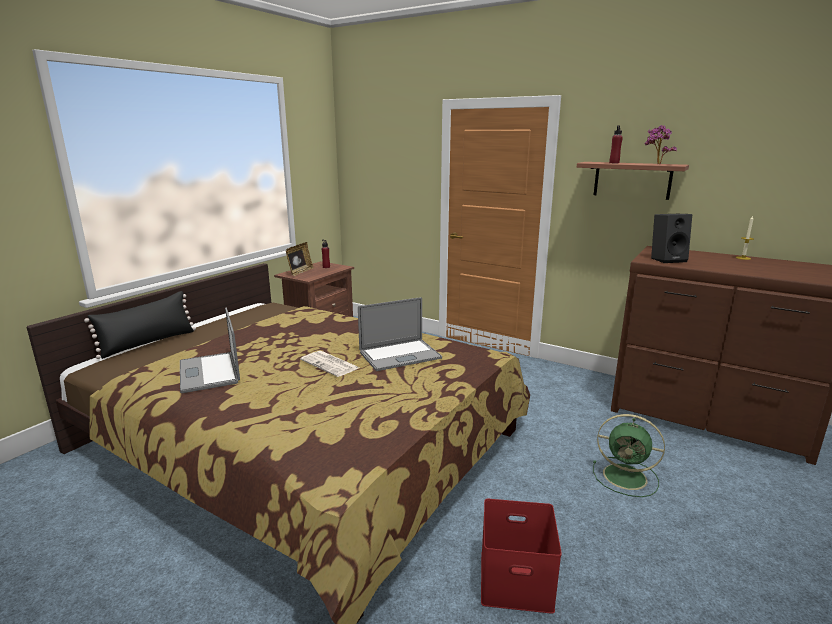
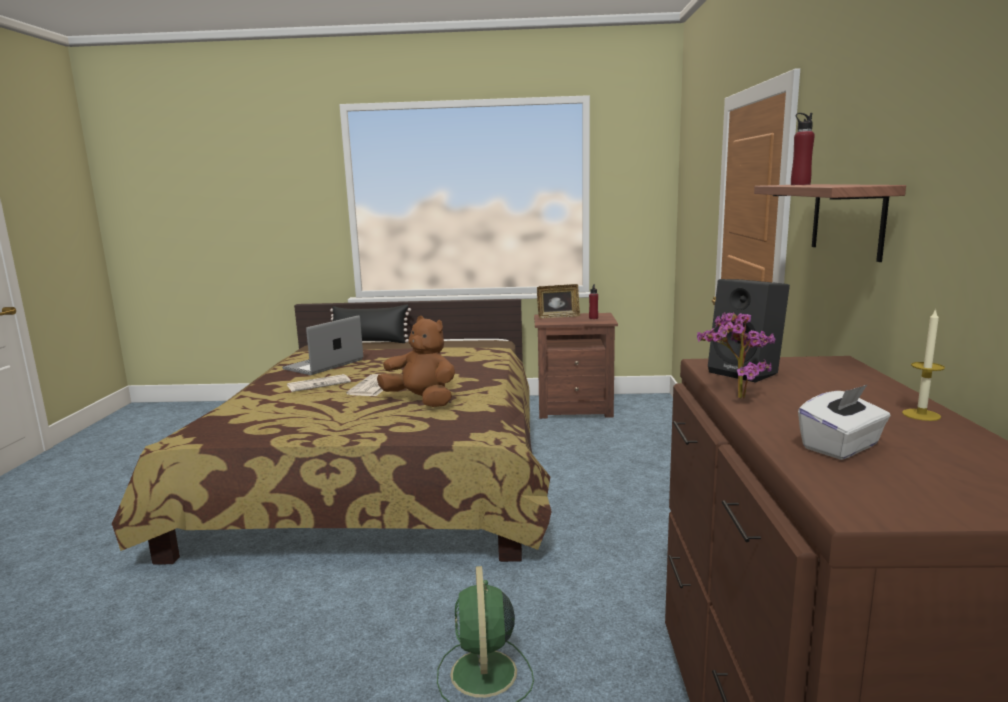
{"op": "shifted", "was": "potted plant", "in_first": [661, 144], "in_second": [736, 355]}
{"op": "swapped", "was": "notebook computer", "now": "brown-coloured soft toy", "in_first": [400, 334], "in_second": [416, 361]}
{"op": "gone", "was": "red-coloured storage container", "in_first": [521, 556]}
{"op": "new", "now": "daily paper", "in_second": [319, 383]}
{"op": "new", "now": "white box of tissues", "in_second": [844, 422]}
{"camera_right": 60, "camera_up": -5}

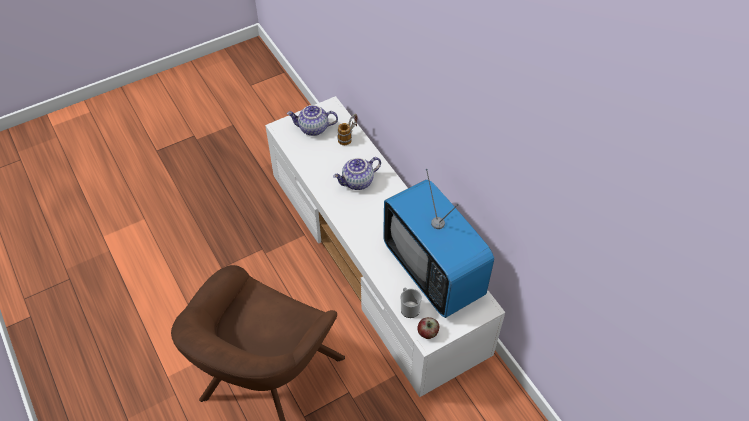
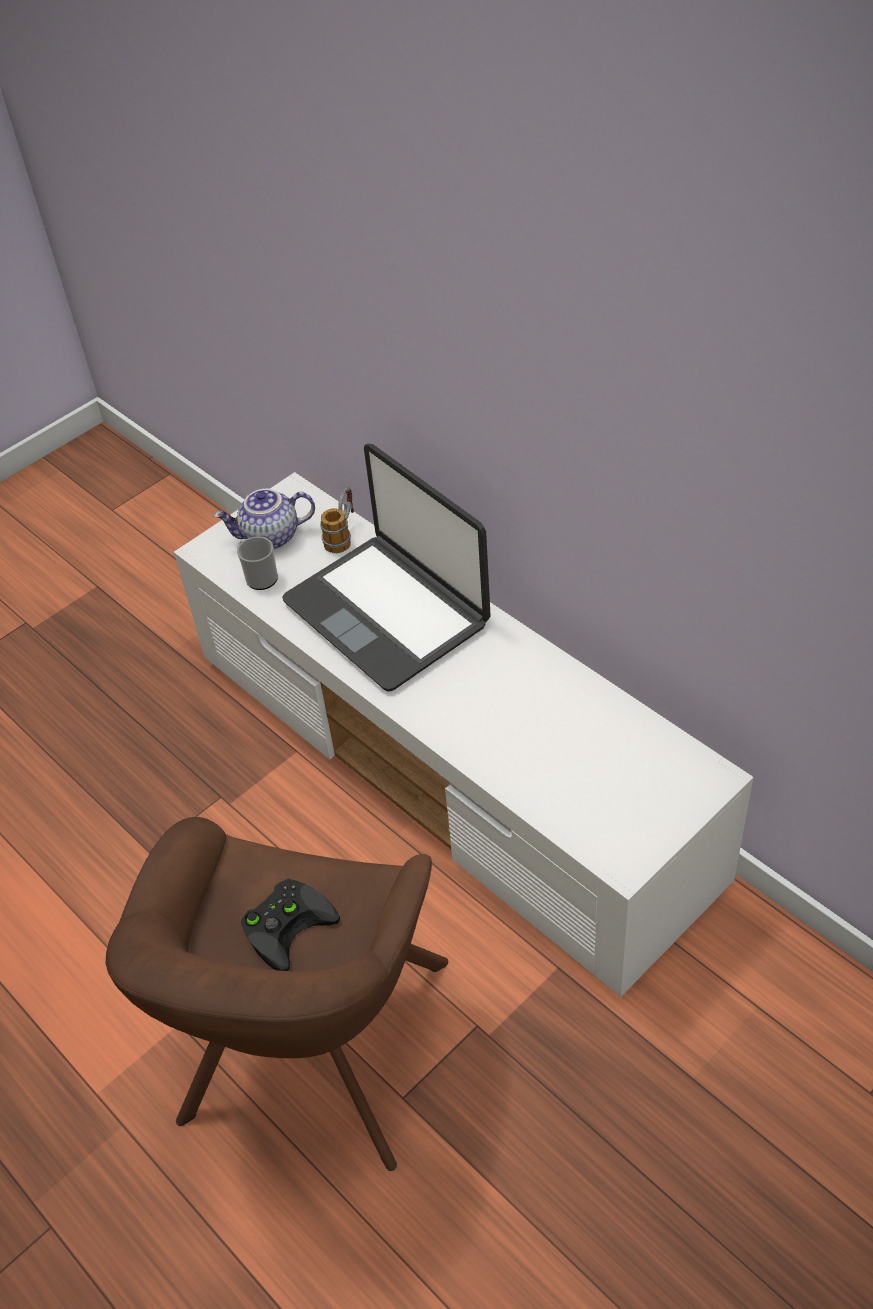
{"op": "swapped", "was": "tea pot", "now": "notebook computer", "in_first": [357, 173], "in_second": [386, 568]}
{"op": "gone", "was": "television", "in_first": [438, 243]}
{"op": "shifted", "was": "mug", "in_first": [411, 302], "in_second": [257, 563]}
{"op": "gone", "was": "apple", "in_first": [428, 328]}
{"op": "new", "now": "black-coloured joypad", "in_second": [290, 925]}
{"camera_right": -10, "camera_up": -5}

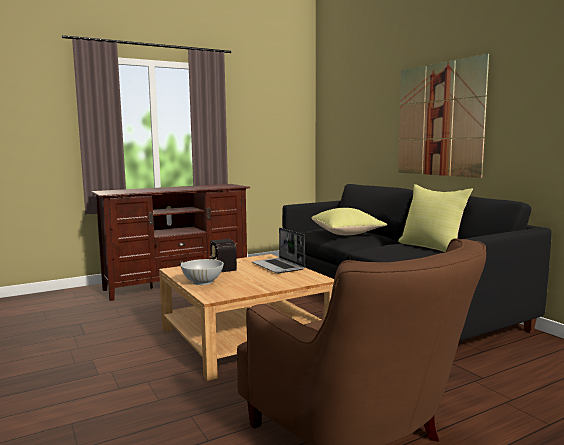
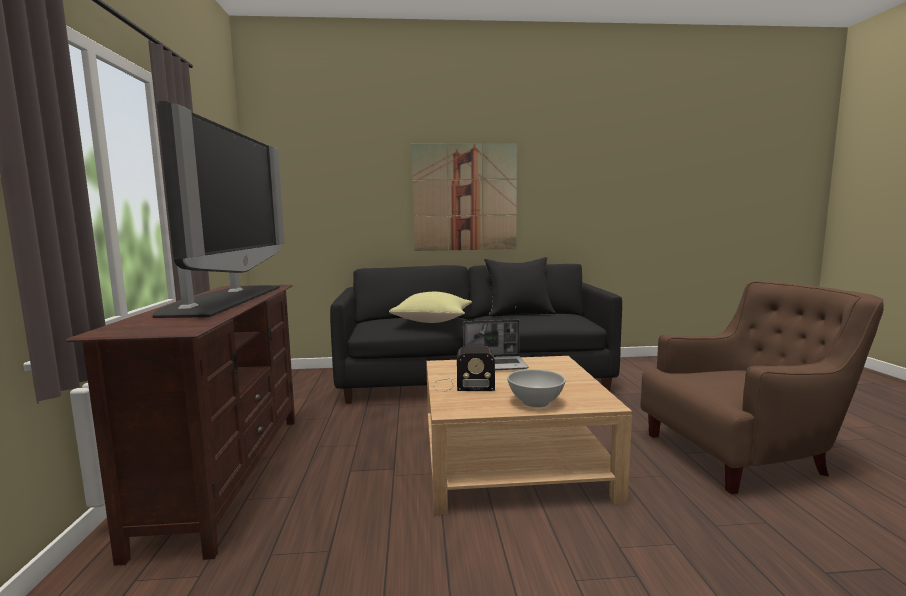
{"op": "repainted", "was": "yellow-coloured throw pillow", "now": "black-coloured throw pillow", "in_first": [435, 218], "in_second": [520, 287]}
{"op": "new", "now": "television", "in_second": [219, 209]}
{"camera_right": -65, "camera_up": 0}

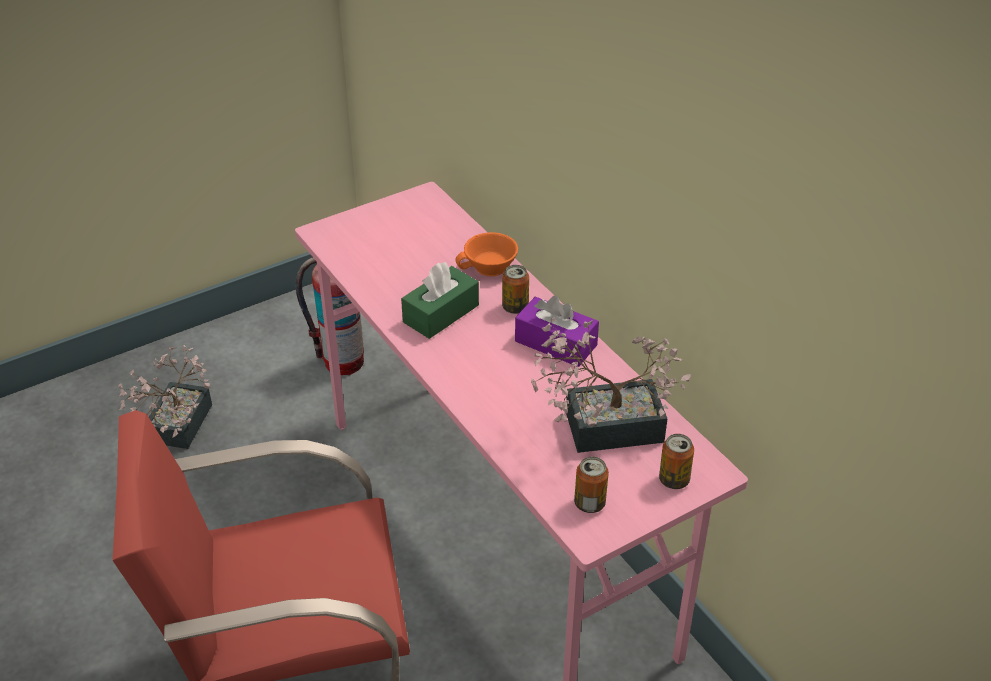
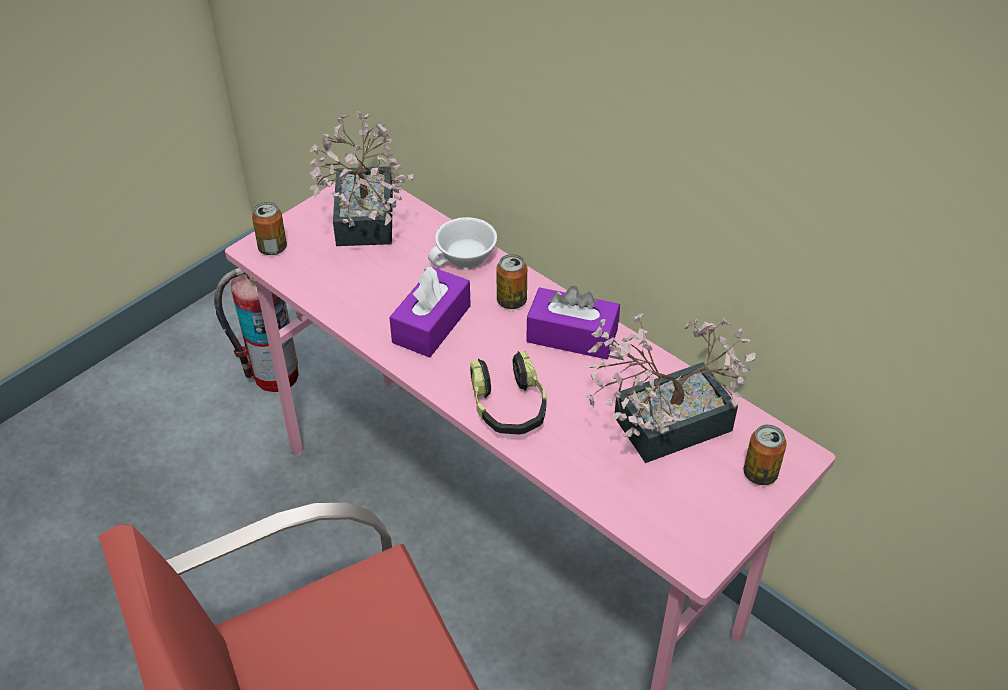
{"op": "repainted", "was": "orangey cup", "now": "white cup", "in_first": [486, 254], "in_second": [462, 243]}
{"op": "repainted", "was": "green box of tissues", "now": "purple-coloured box of tissues", "in_first": [440, 300], "in_second": [430, 311]}
{"op": "shifted", "was": "potted plant", "in_first": [165, 397], "in_second": [361, 178]}
{"op": "shifted", "was": "metal can", "in_first": [591, 485], "in_second": [269, 228]}
{"op": "new", "now": "headset", "in_second": [508, 392]}
{"camera_right": -15, "camera_up": 5}

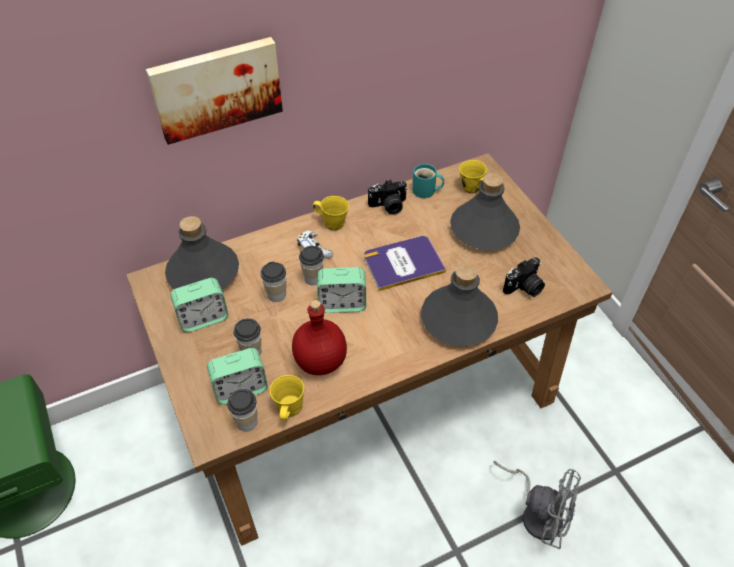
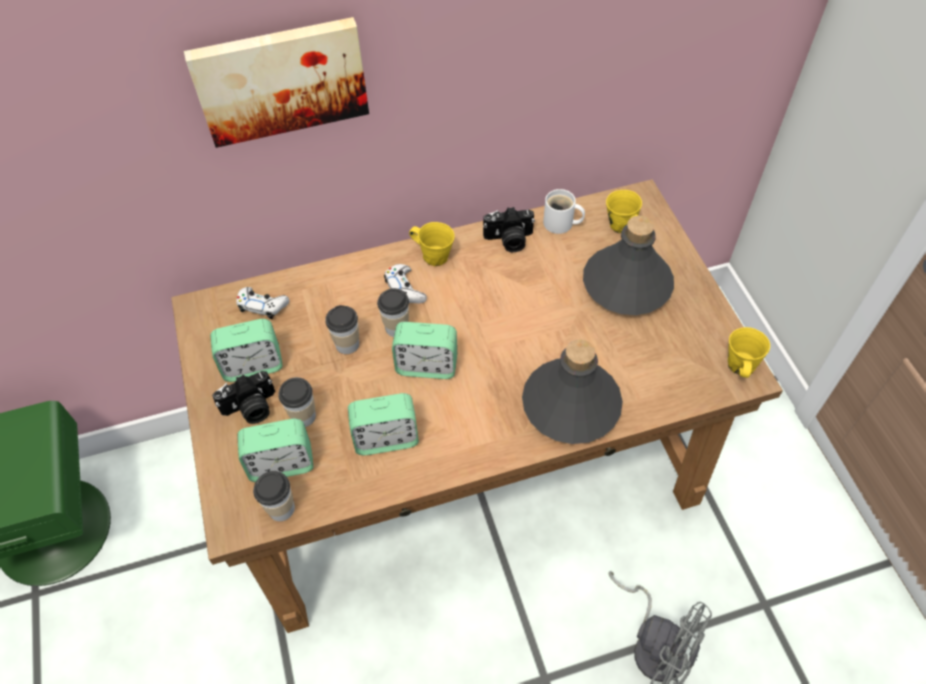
{"op": "repainted", "was": "turquoise-coloured mug", "now": "white mug", "in_first": [428, 181], "in_second": [564, 211]}
{"op": "swapped", "was": "grey drink bottle", "now": "white joypad", "in_first": [202, 253], "in_second": [262, 303]}
{"op": "gone", "was": "bound book", "in_first": [405, 263]}
{"op": "shifted", "was": "photo camera", "in_first": [524, 277], "in_second": [243, 397]}
{"op": "swapped", "was": "red-coloured drink bottle", "now": "alarm clock", "in_first": [319, 337], "in_second": [383, 424]}
{"op": "shifted", "was": "yellow-coloured mug", "in_first": [287, 397], "in_second": [749, 352]}
{"camera_right": 10, "camera_up": 5}

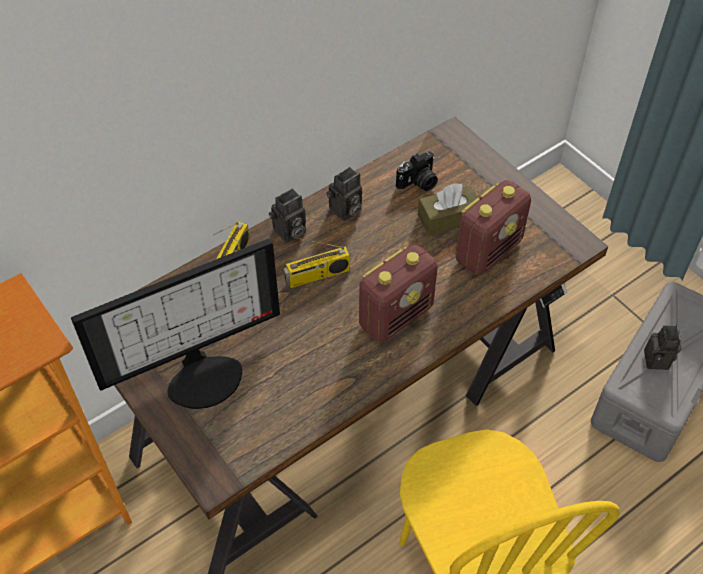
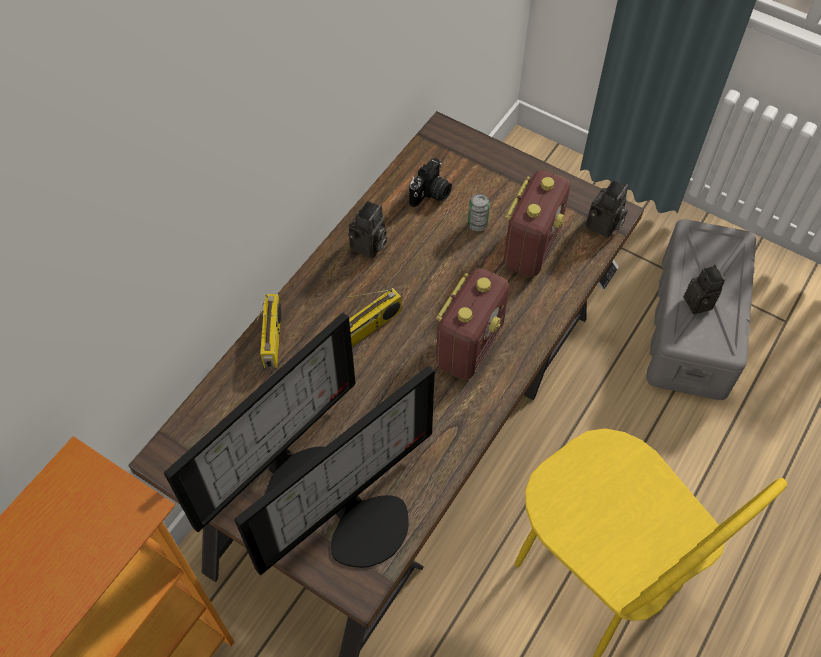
{"op": "swapped", "was": "brown-coloured box of tissues", "now": "metal can", "in_first": [447, 209], "in_second": [479, 212]}
{"op": "shifted", "was": "photo camera", "in_first": [287, 216], "in_second": [607, 209]}
{"op": "new", "now": "computer display", "in_second": [334, 470]}
{"camera_right": -20, "camera_up": 5}

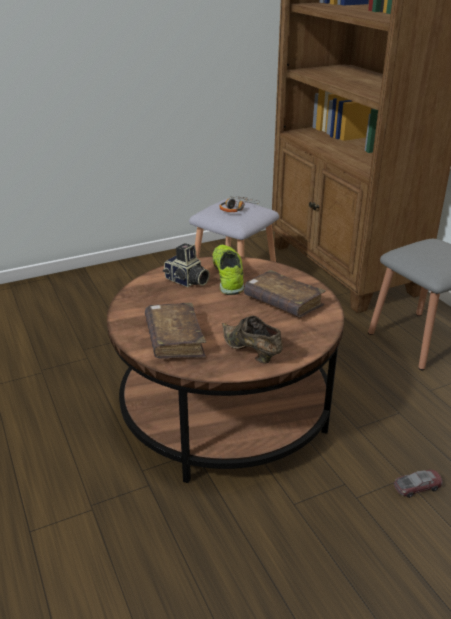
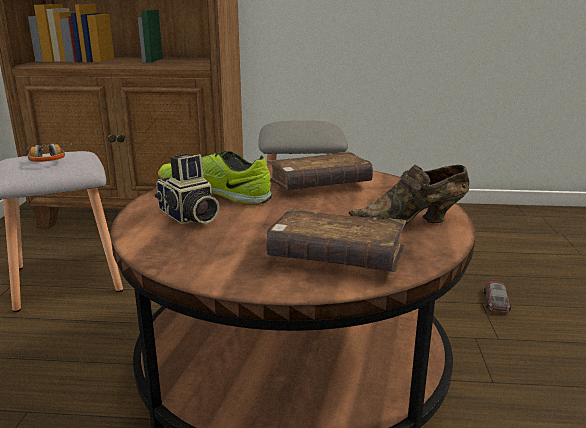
{"op": "rotated", "was": "photo camera", "in_first": [186, 265], "in_second": [187, 188], "clockwise": 75}
{"camera_right": -60, "camera_up": -10}

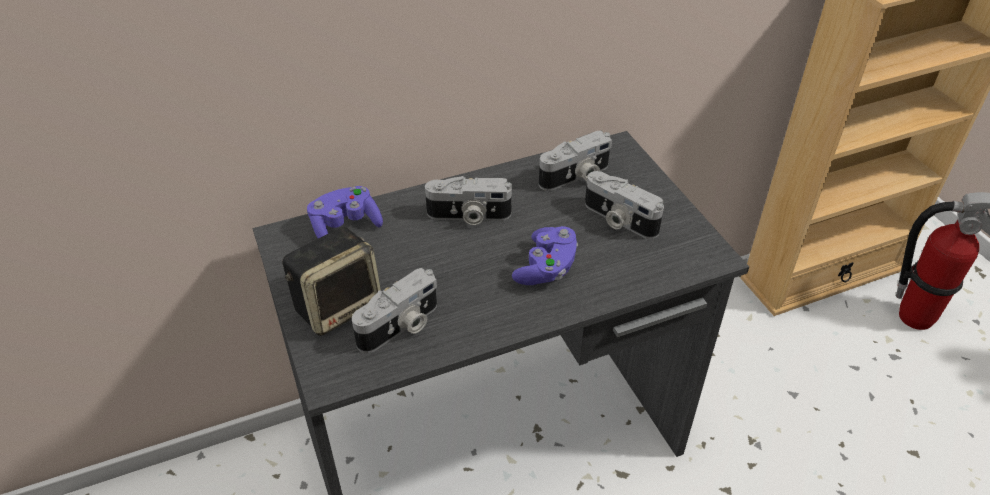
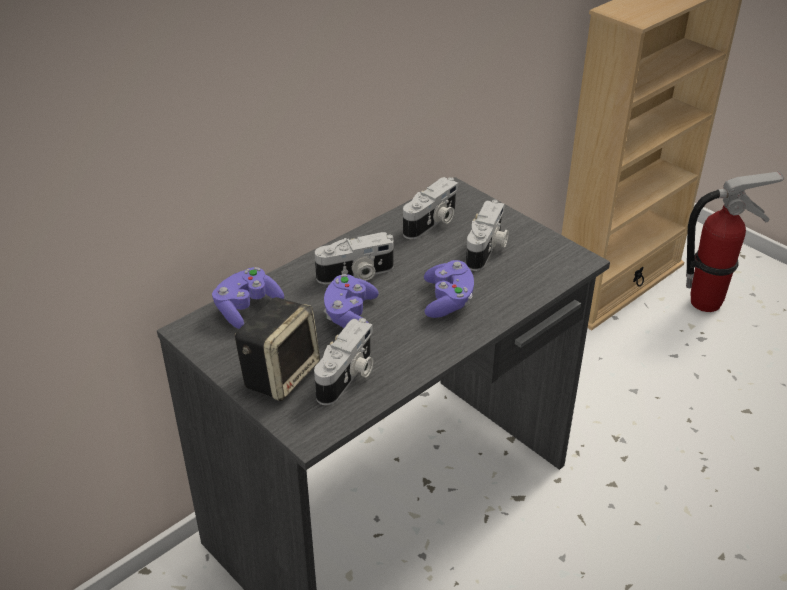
{"op": "rotated", "was": "photo camera", "in_first": [624, 205], "in_second": [487, 235], "clockwise": -90}
{"op": "new", "now": "purple-coloured joypad", "in_second": [351, 301]}
{"camera_right": -20, "camera_up": -5}

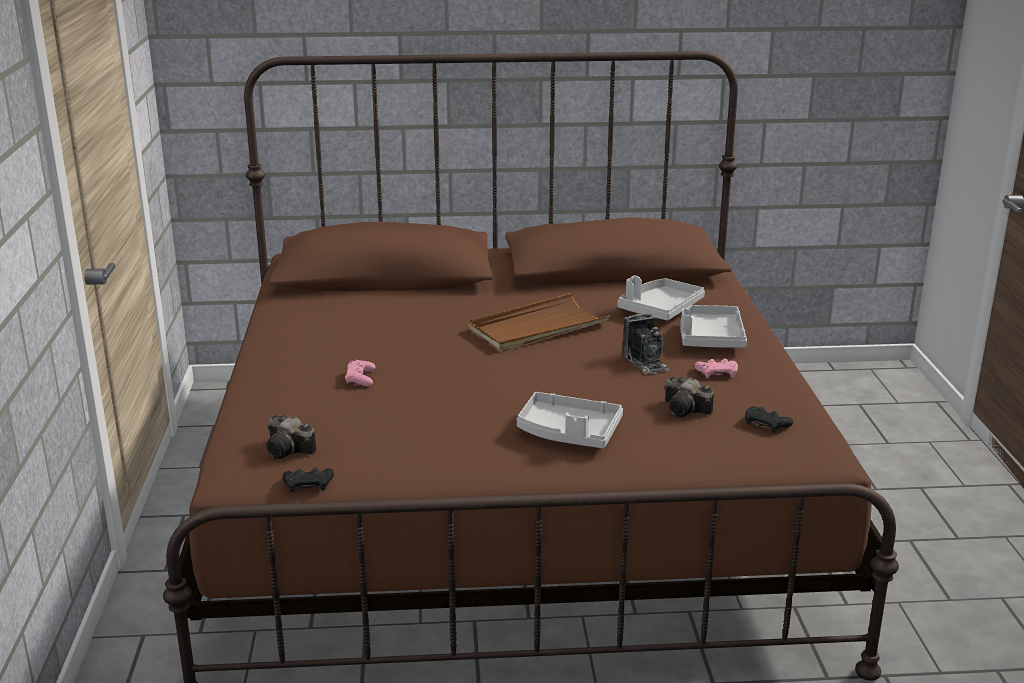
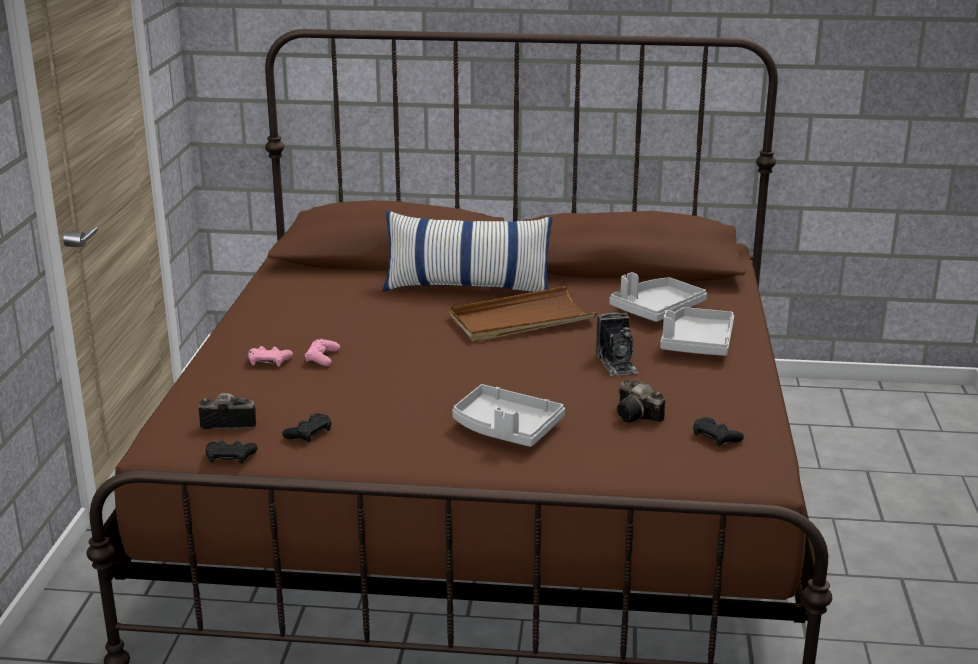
{"op": "shifted", "was": "pinkish joypad", "in_first": [716, 368], "in_second": [270, 356]}
{"op": "rotated", "was": "photo camera", "in_first": [291, 437], "in_second": [227, 411], "clockwise": 135}
{"op": "new", "now": "throw pillow", "in_second": [468, 251]}
{"op": "new", "now": "black-coloured joypad", "in_second": [307, 428]}
{"camera_right": 10, "camera_up": 0}

